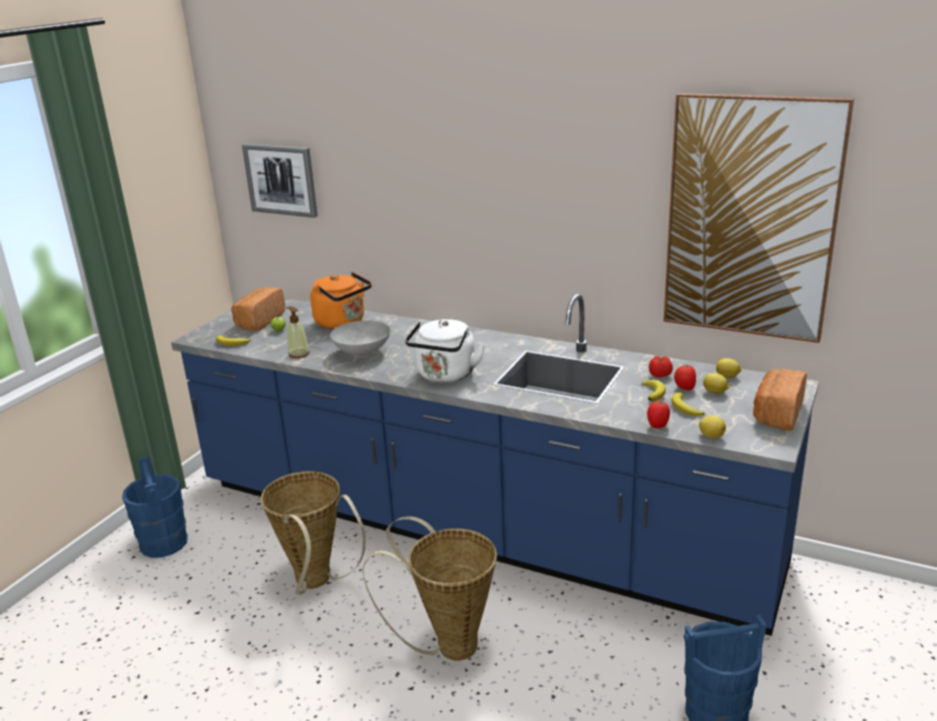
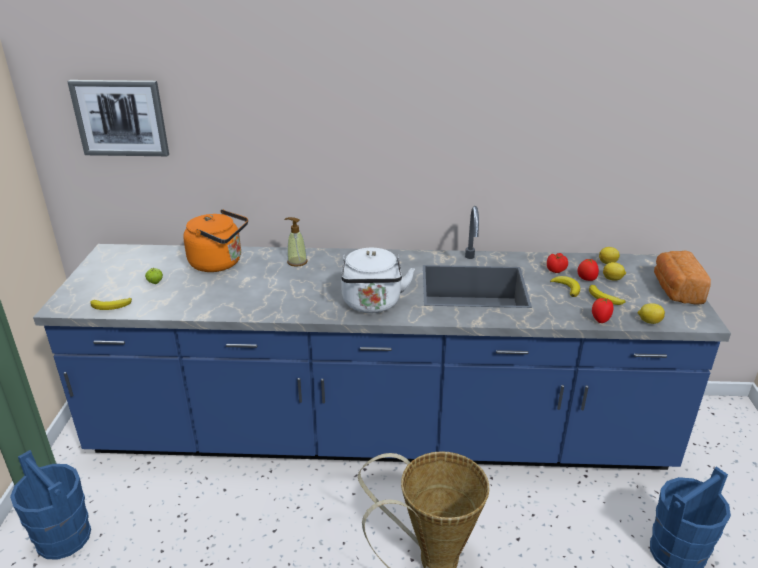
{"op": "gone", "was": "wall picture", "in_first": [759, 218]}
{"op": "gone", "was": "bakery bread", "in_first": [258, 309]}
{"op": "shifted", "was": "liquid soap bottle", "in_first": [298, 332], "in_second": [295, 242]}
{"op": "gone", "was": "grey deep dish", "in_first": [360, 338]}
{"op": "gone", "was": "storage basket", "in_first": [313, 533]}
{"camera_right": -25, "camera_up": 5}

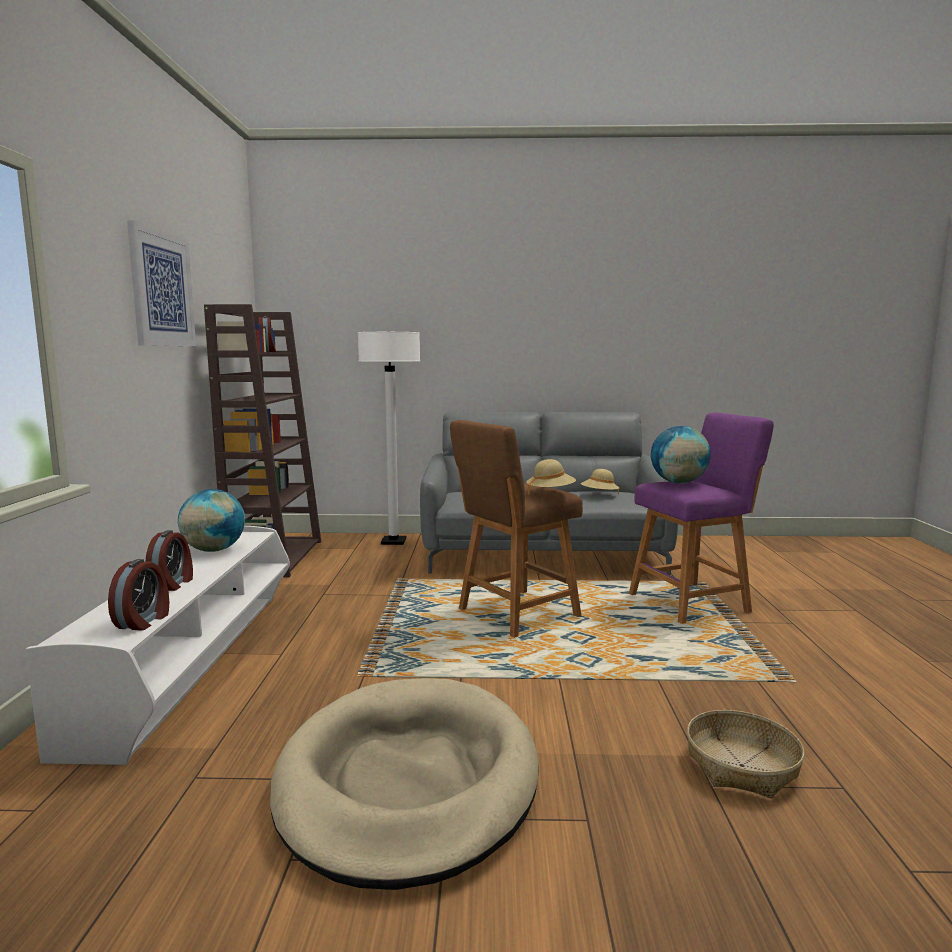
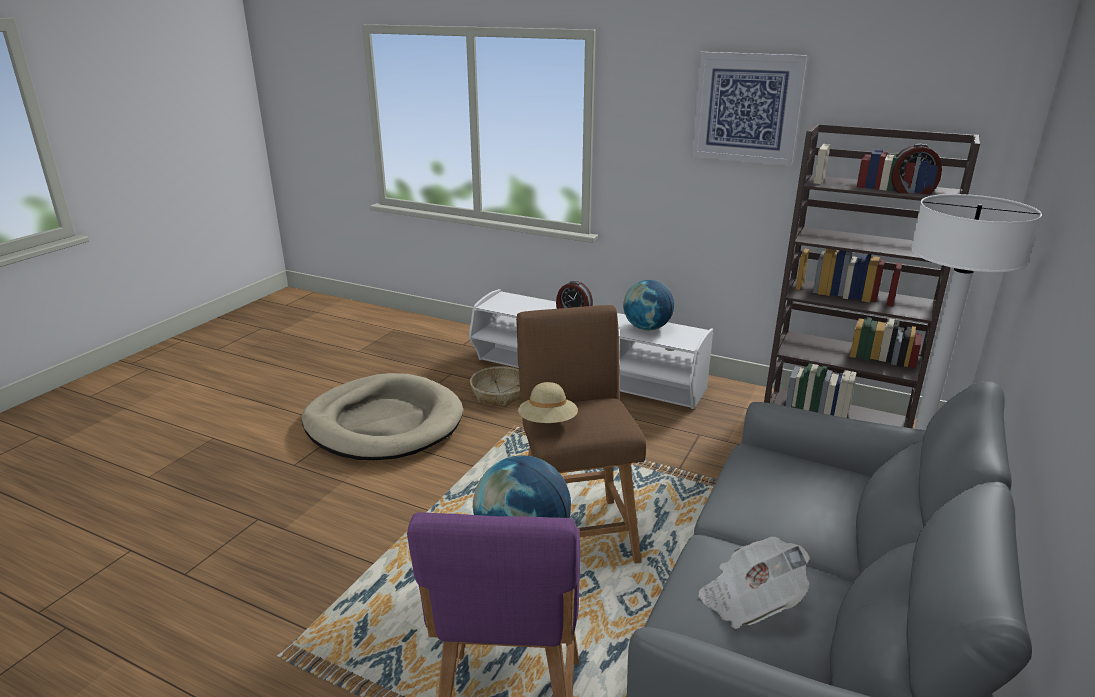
{"op": "swapped", "was": "beige-coloured wearable hat", "now": "daily paper", "in_first": [600, 481], "in_second": [754, 583]}
{"op": "gone", "was": "alarm clock", "in_first": [138, 595]}
{"op": "shifted", "was": "storage basket", "in_first": [746, 754], "in_second": [495, 386]}
{"camera_right": 115, "camera_up": 15}

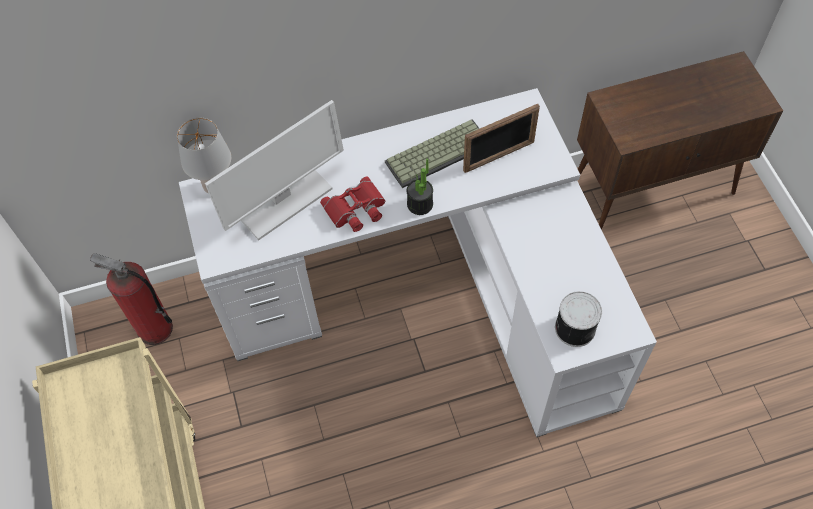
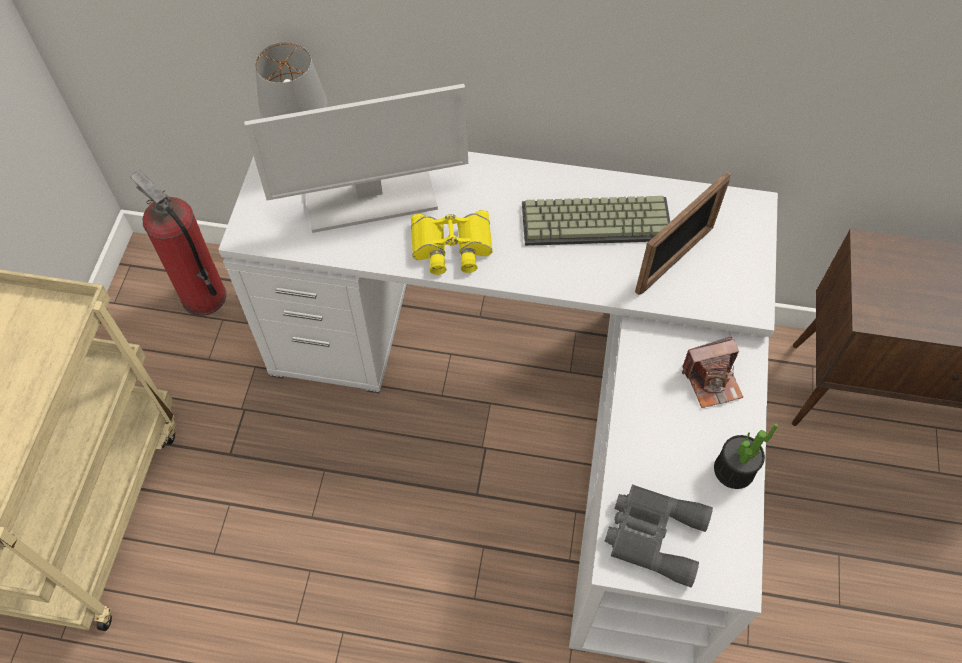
{"op": "rotated", "was": "photo frame", "in_first": [501, 138], "in_second": [682, 233], "clockwise": -45}
{"op": "shifted", "was": "potted plant", "in_first": [419, 186], "in_second": [746, 456]}
{"op": "repainted", "was": "red-coloured binoculars", "now": "yellow-coloured binoculars", "in_first": [352, 204], "in_second": [452, 242]}
{"op": "swapped", "was": "metal can", "now": "grey binoculars", "in_first": [578, 319], "in_second": [658, 535]}
{"op": "new", "now": "photo camera", "in_second": [712, 372]}
{"camera_right": 25, "camera_up": 0}

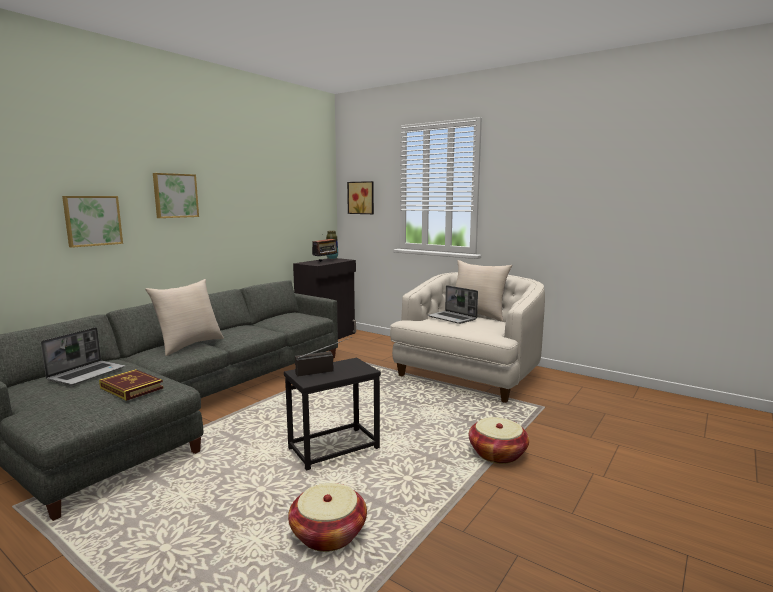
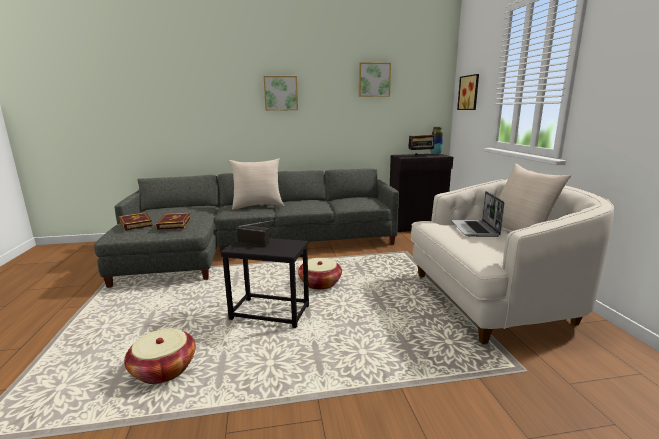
{"op": "shifted", "was": "wall picture", "in_first": [92, 222], "in_second": [375, 79]}
{"op": "gone", "was": "notebook computer", "in_first": [83, 356]}
{"op": "shifted", "was": "storage basket", "in_first": [499, 440], "in_second": [320, 274]}
{"op": "new", "now": "bound book", "in_second": [136, 221]}
{"camera_right": 45, "camera_up": 5}

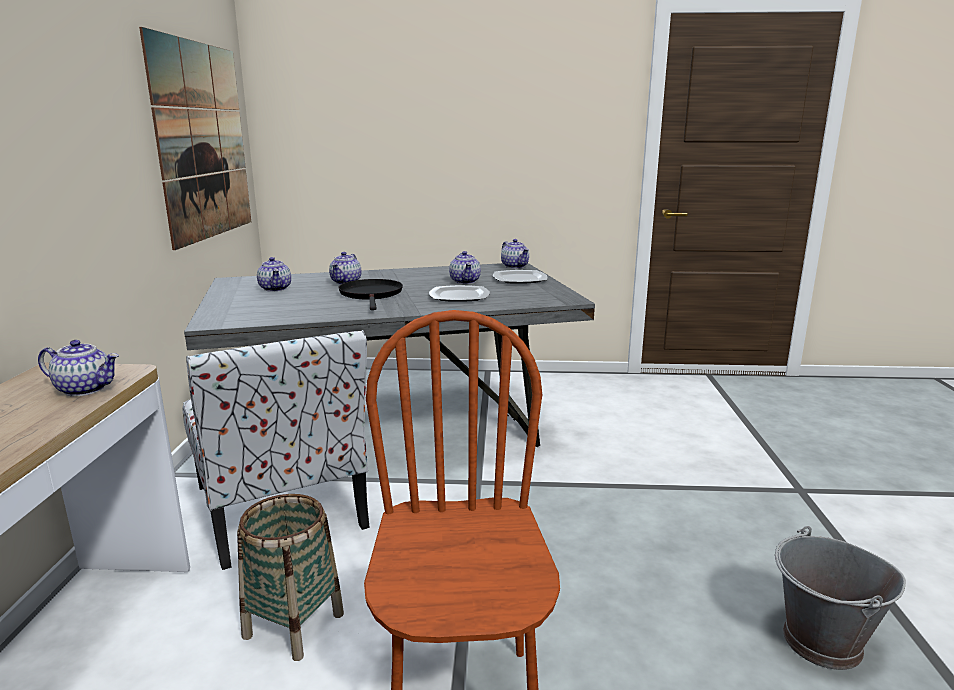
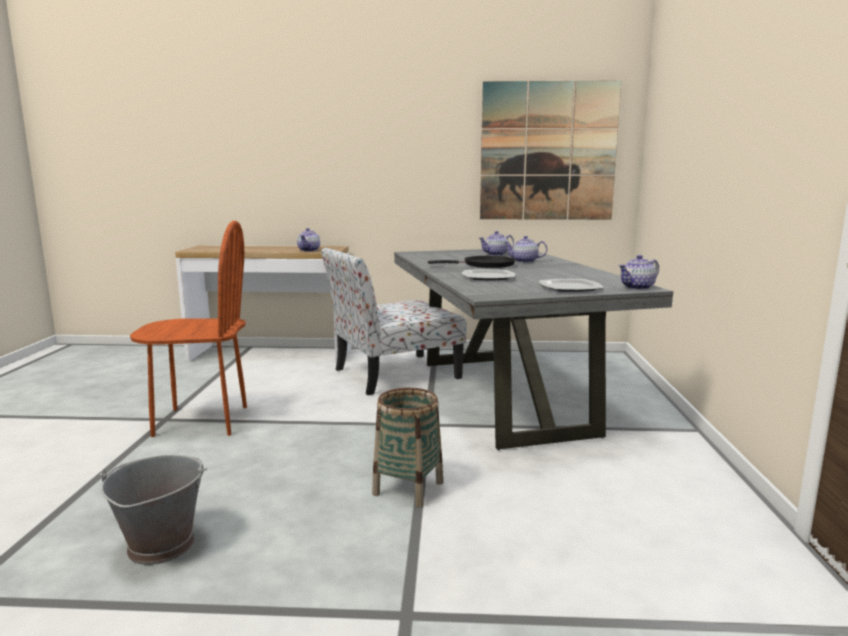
{"op": "gone", "was": "tea pot", "in_first": [465, 267]}
{"op": "shifted", "was": "storage basket", "in_first": [290, 577], "in_second": [407, 447]}
{"camera_right": 90, "camera_up": -5}

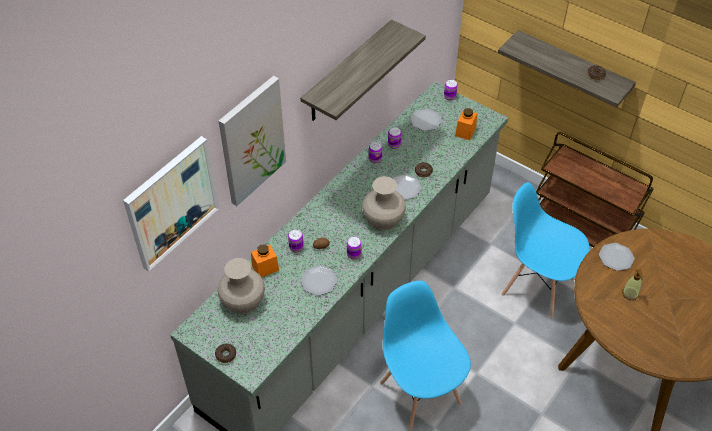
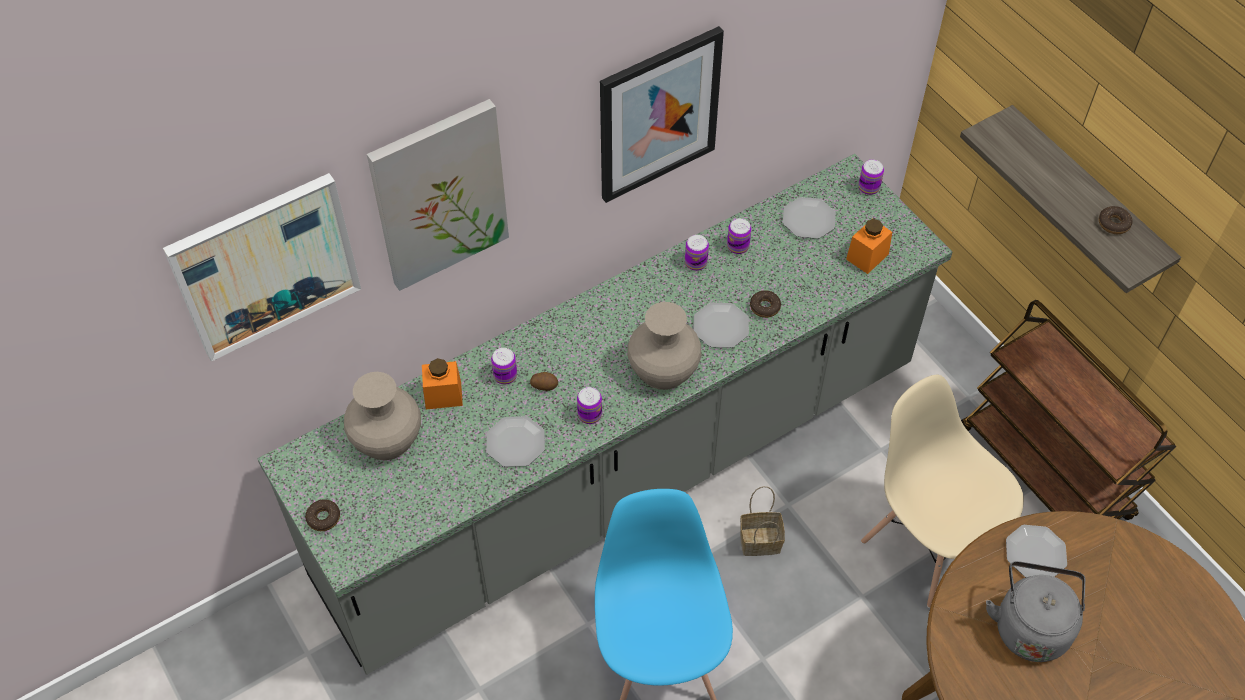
{"op": "swapped", "was": "shelf", "now": "wall picture", "in_first": [363, 70], "in_second": [662, 114]}
{"op": "repainted", "was": "blue chair", "now": "beige-coloured chair", "in_first": [546, 250], "in_second": [942, 491]}
{"op": "swapped", "was": "liquid soap bottle", "now": "grey tea kettle", "in_first": [632, 284], "in_second": [1035, 611]}
{"op": "new", "now": "storage basket", "in_second": [762, 521]}
{"camera_right": 20, "camera_up": 5}

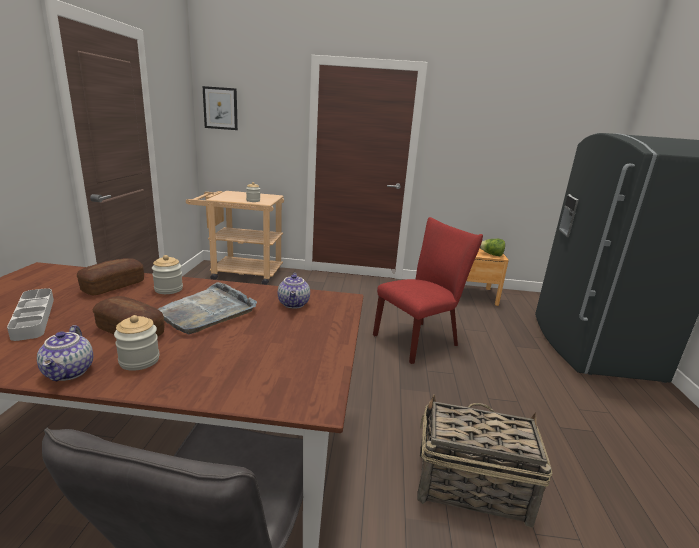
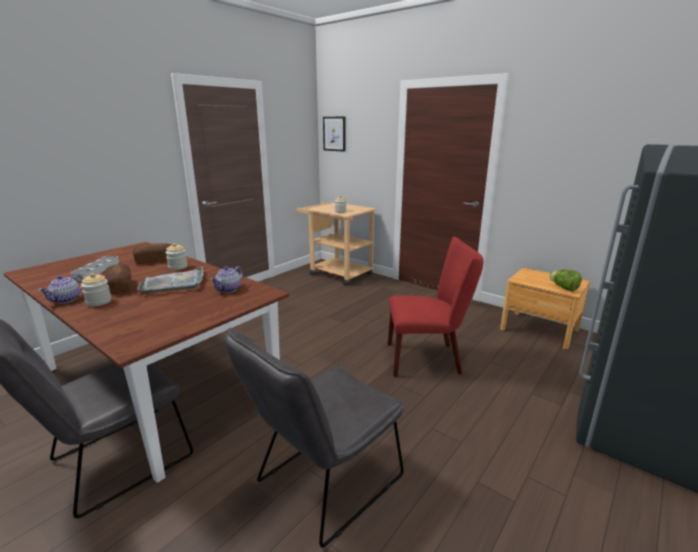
{"op": "swapped", "was": "storage basket", "now": "grey chair", "in_first": [485, 461], "in_second": [314, 438]}
{"camera_right": 35, "camera_up": 0}

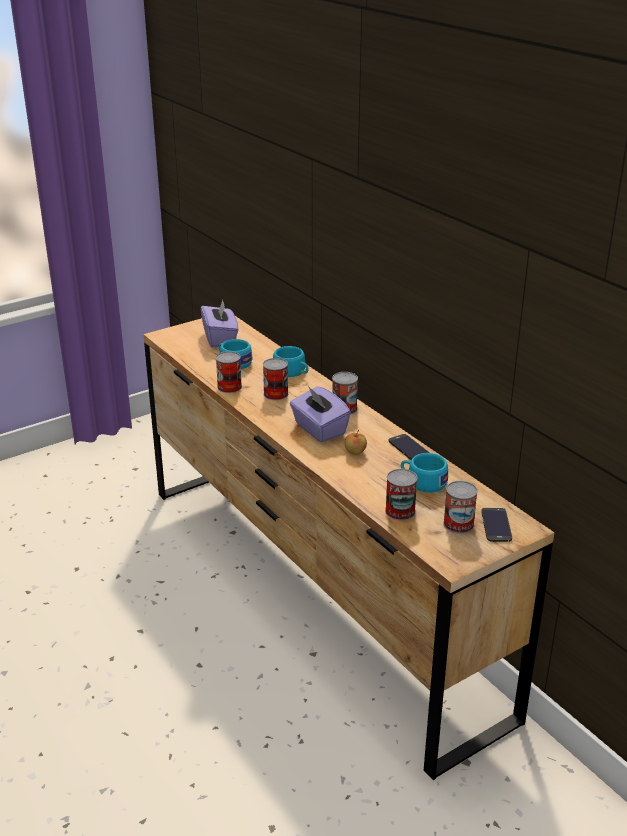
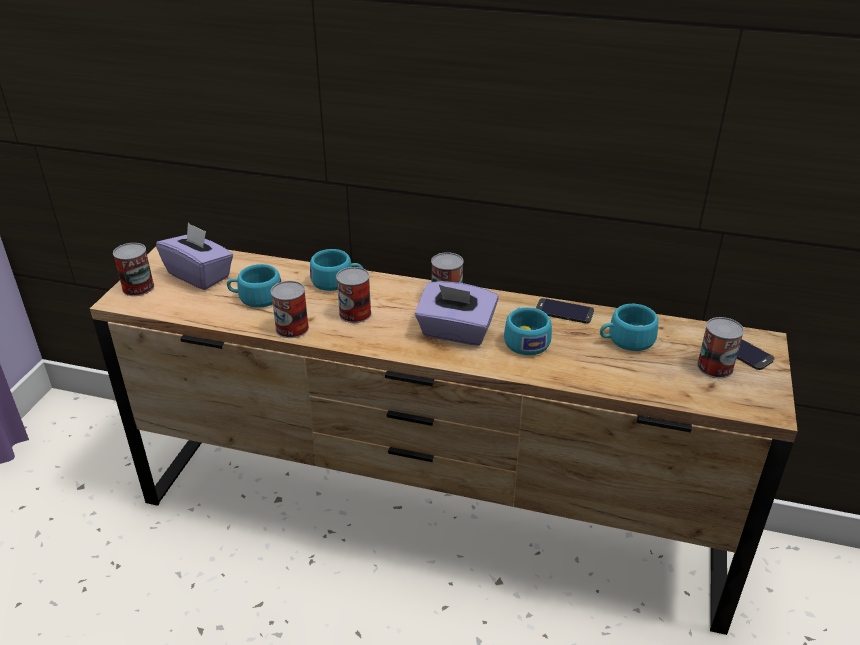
{"op": "swapped", "was": "apple", "now": "turquoise-coloured cup", "in_first": [356, 442], "in_second": [528, 331]}
{"op": "shifted", "was": "metal can", "in_first": [401, 495], "in_second": [133, 269]}
{"camera_right": -40, "camera_up": 5}

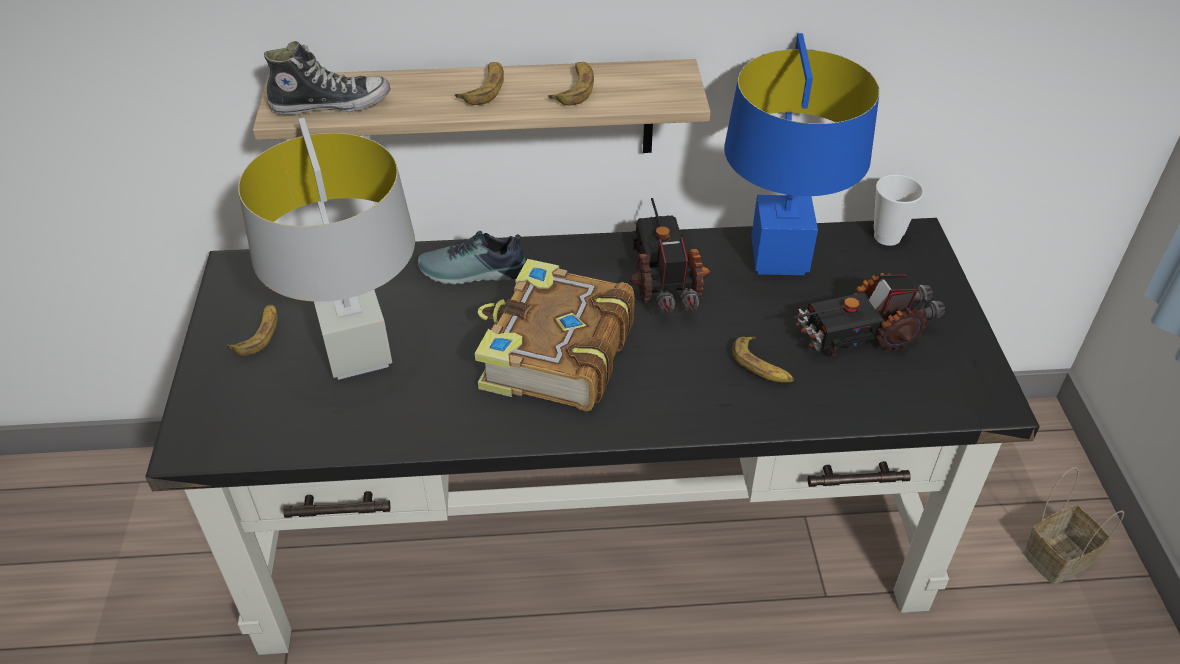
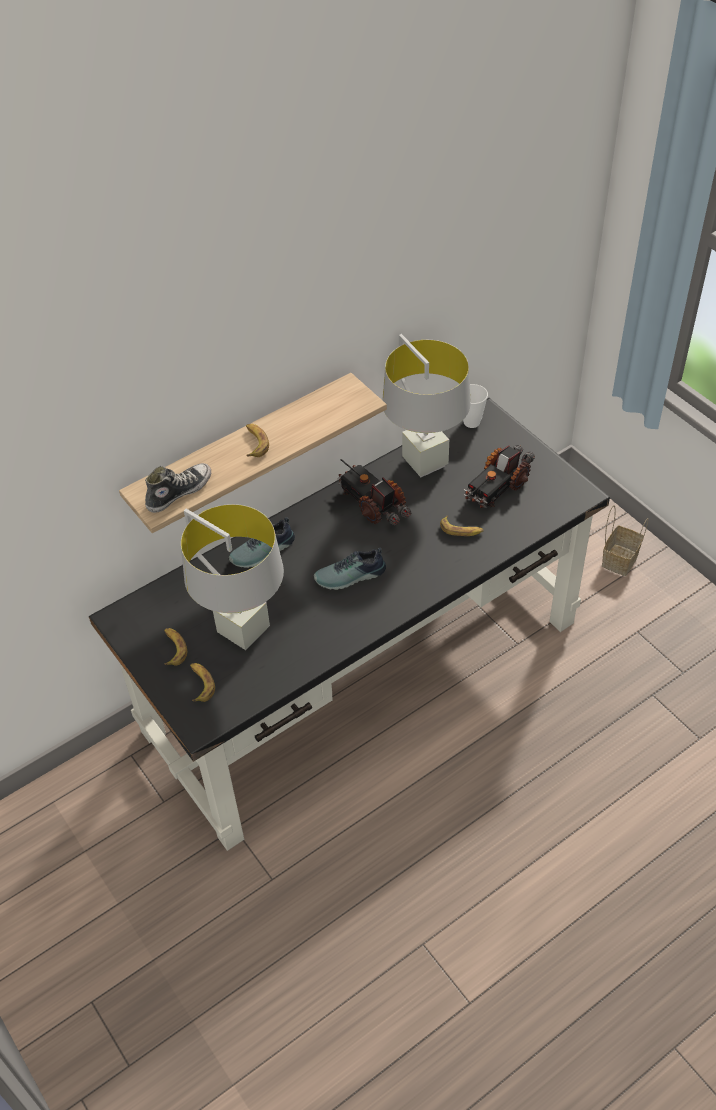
{"op": "repainted", "was": "blue tabletop lamp", "now": "grey tabletop lamp", "in_first": [802, 154], "in_second": [426, 405]}
{"op": "shifted", "was": "banana fruit", "in_first": [571, 84], "in_second": [202, 682]}
{"op": "swapped", "was": "bound book", "now": "shoe", "in_first": [554, 335], "in_second": [350, 569]}
{"camera_right": -30, "camera_up": 5}

